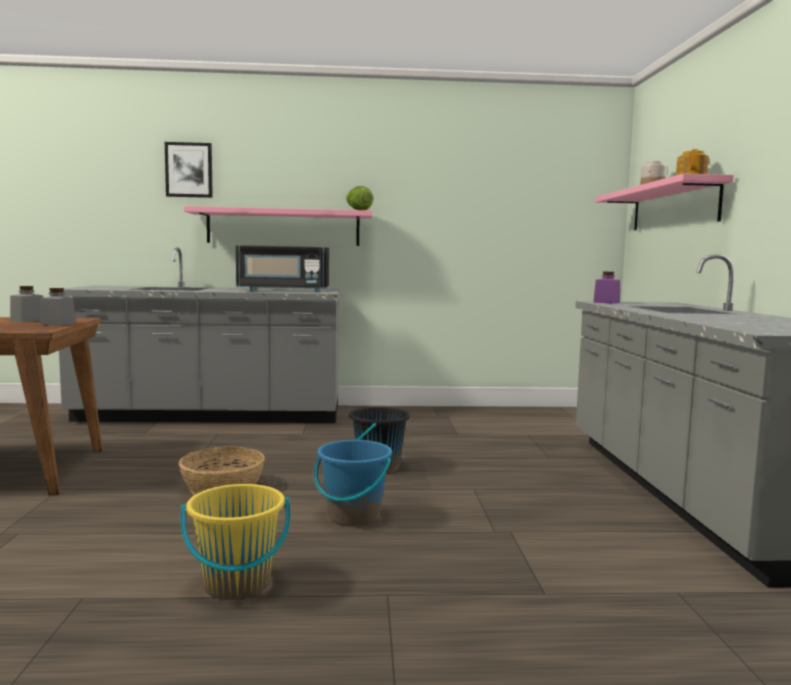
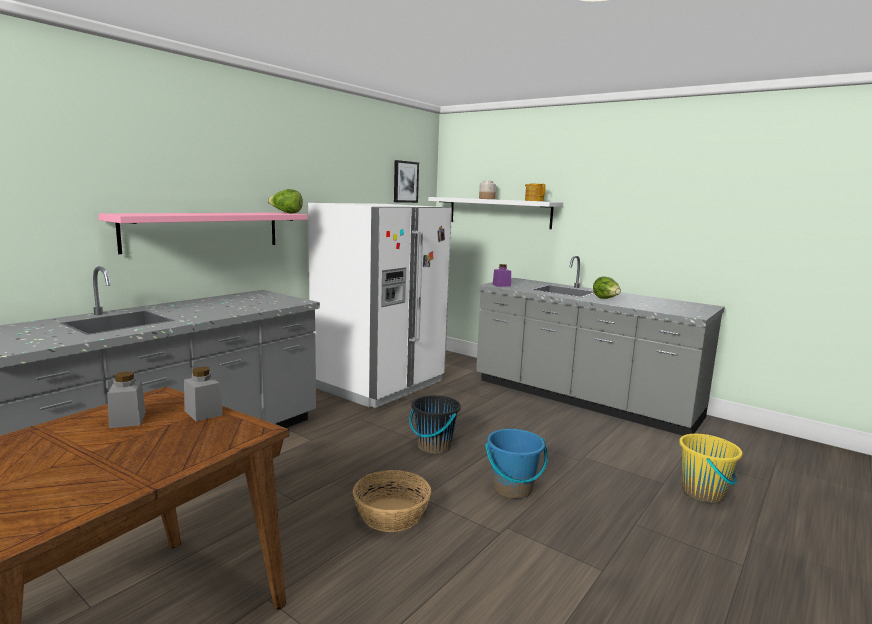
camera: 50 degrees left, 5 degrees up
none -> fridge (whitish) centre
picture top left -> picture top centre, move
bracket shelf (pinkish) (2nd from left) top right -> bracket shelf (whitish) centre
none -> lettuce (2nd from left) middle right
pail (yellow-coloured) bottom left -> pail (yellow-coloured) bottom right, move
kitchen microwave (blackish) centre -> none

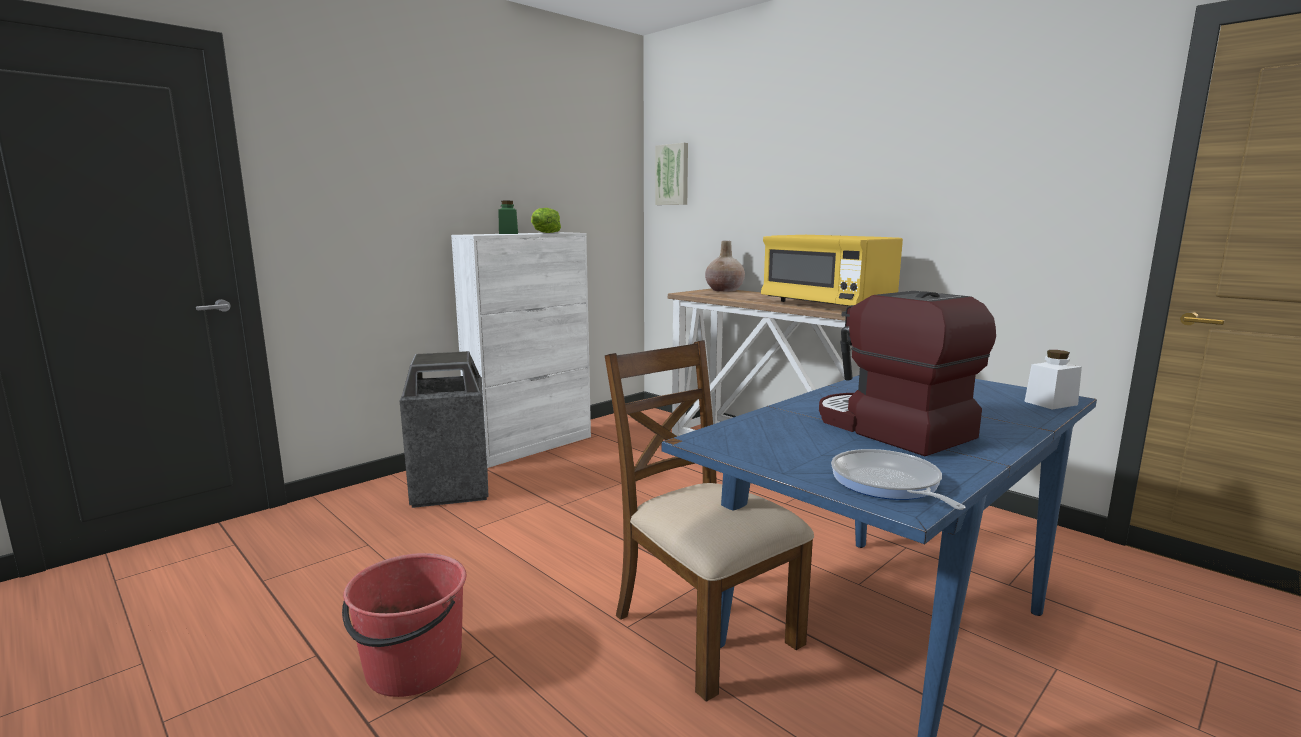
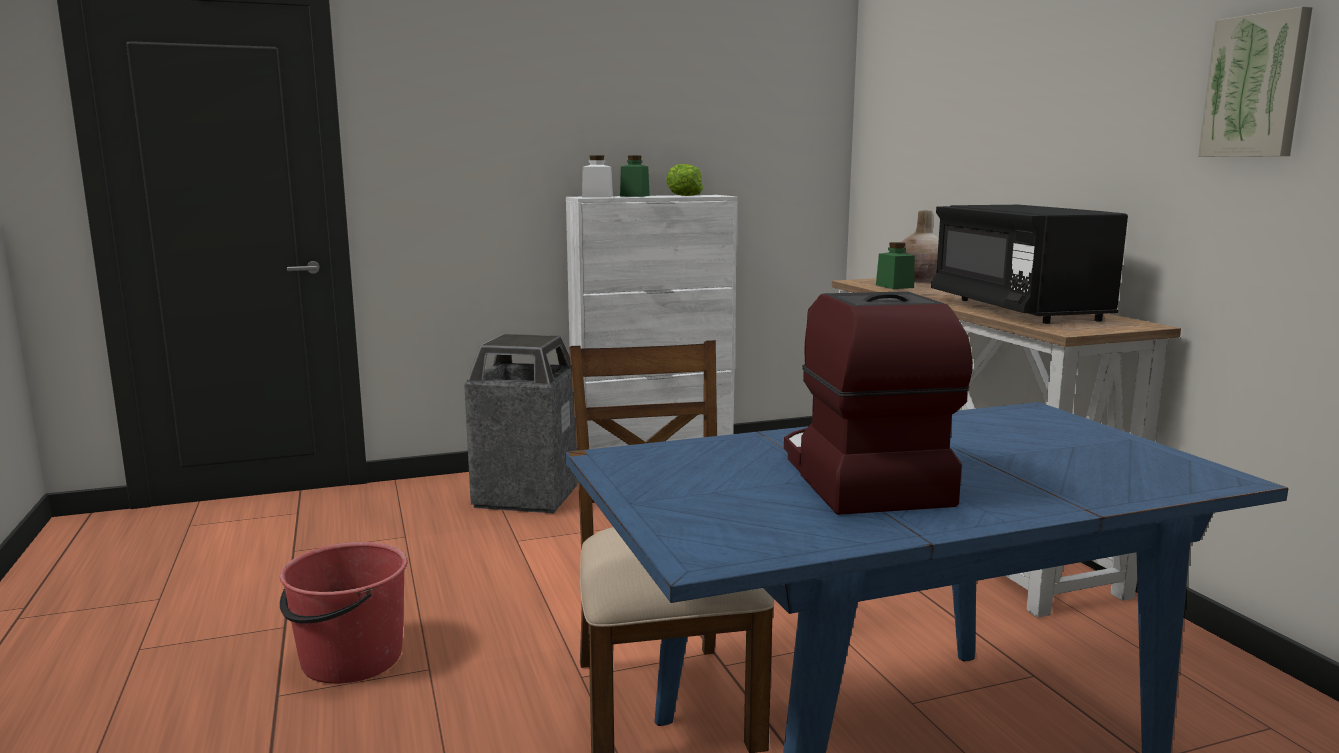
camera: 25 degrees right, 0 degrees up
jar (whitish) middle right -> jar (whitish) top centre, move
none -> jar (green) (2nd from left) middle right
kitchen microwave (yellow-coloured) centre -> kitchen microwave (blackish) middle right
picture top centre -> picture top right, move
pan middle right -> none

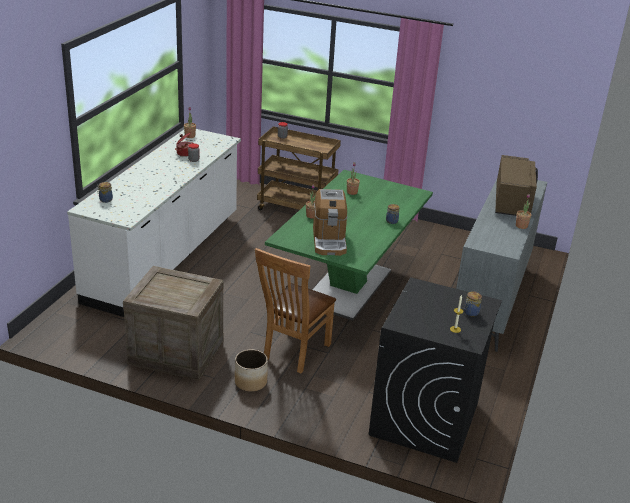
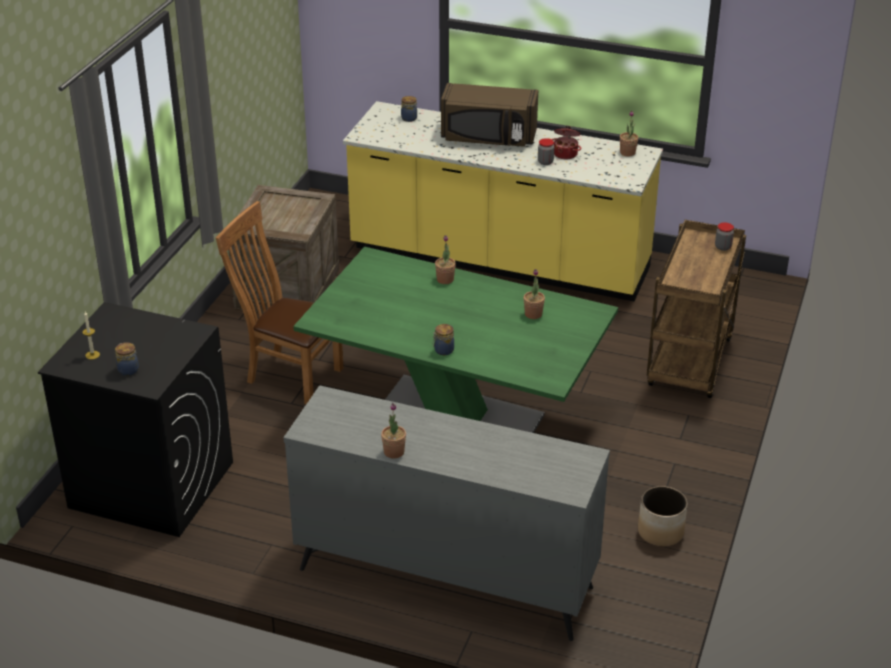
camera: 90 degrees right, 5 degrees up
counter (whitish) middle left -> counter (yellow-coloured) top centre
kitchen microwave (brown) middle right -> kitchen microwave (brown) top centre, move
plant pot bottom centre -> plant pot bottom right, move
coffee machine centre -> none

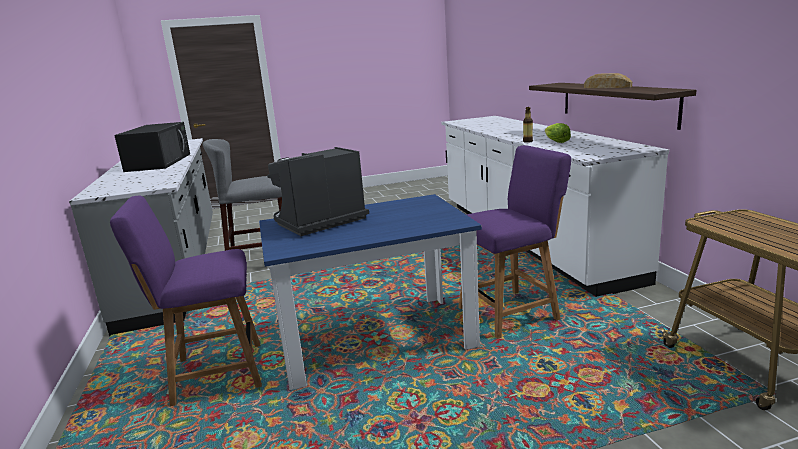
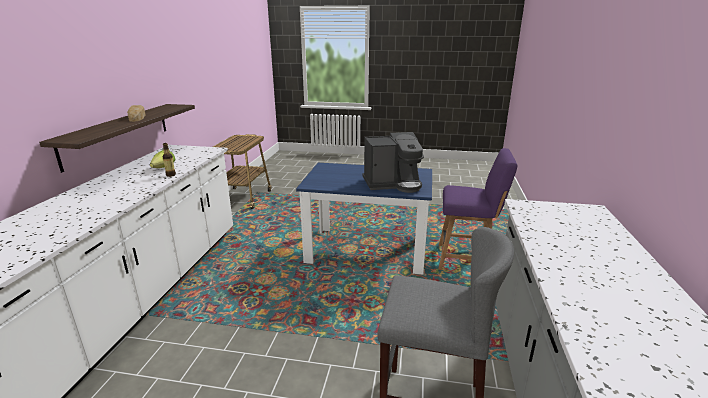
camera: 155 degrees left, 5 degrees up
kitchen microwave (blackish) top left -> none
plain chair (purple-coloured) (2nd from left) centre -> none

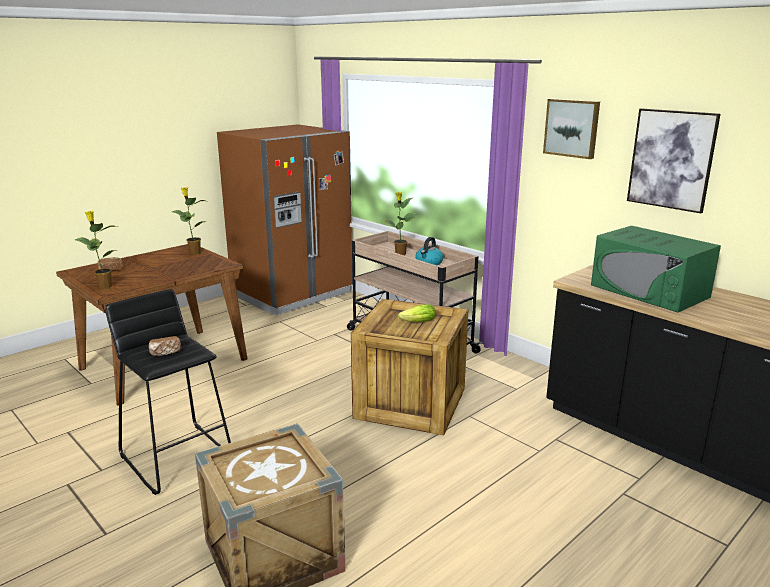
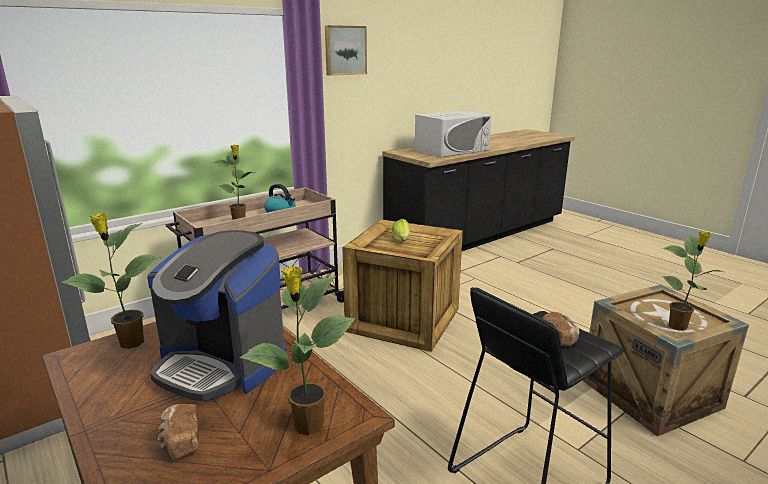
camera: 85 degrees left, 0 degrees up
none -> coffee machine middle left
kitchen microwave (green) middle right -> kitchen microwave (whitish) top centre
none -> houseplant (4th from left) middle right
picture (2nd from left) top right -> none

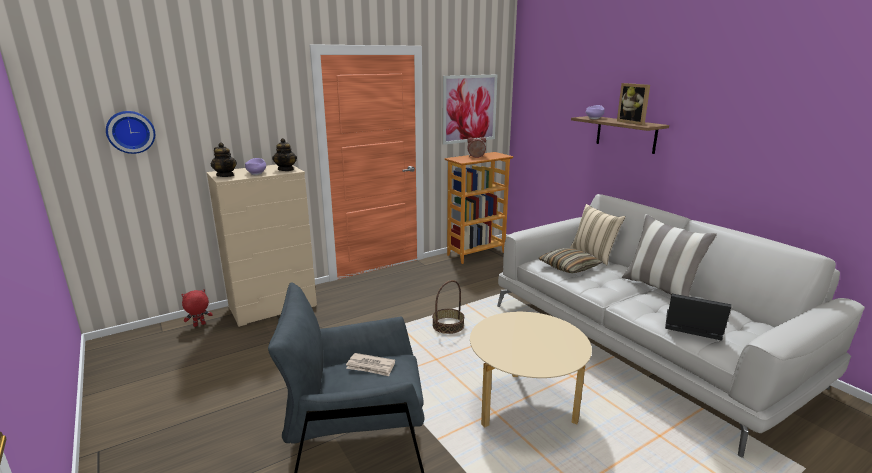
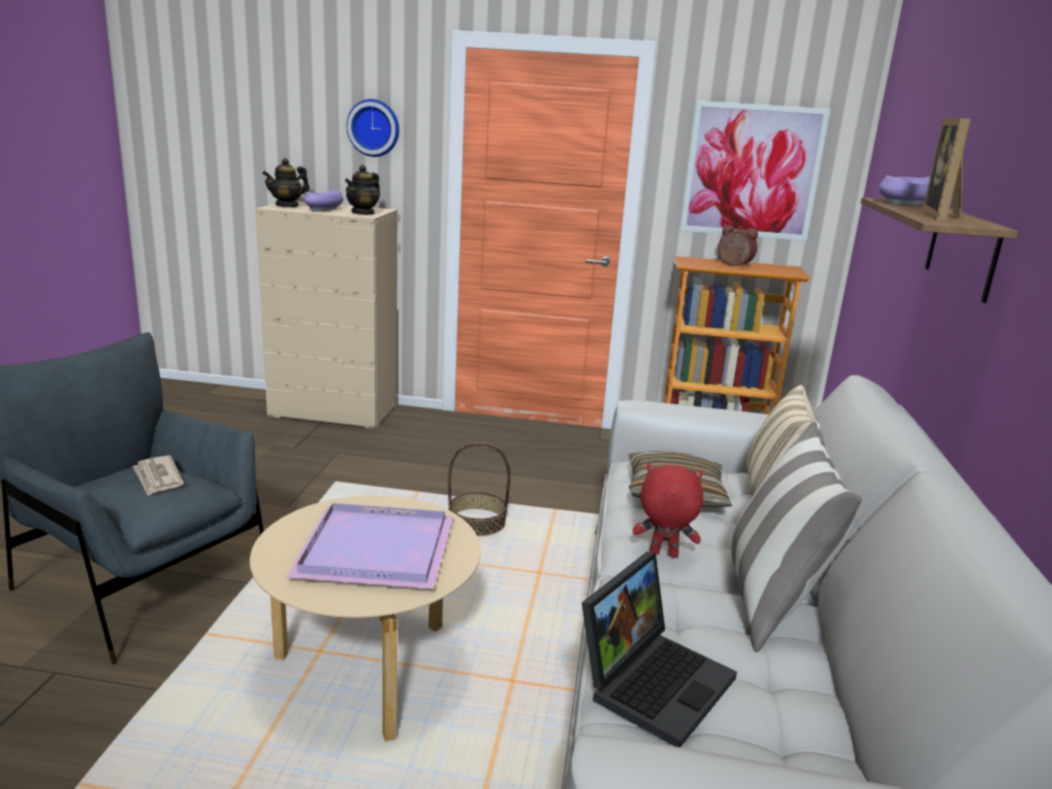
camera: 40 degrees right, 0 degrees up
teapot (1st from left) middle left -> teapot (1st from left) top left, 45 degrees clockwise
none -> carrying tray (purple-coloured) bottom centre
hanging clock top left -> hanging clock top centre, move
portable computer bottom right -> portable computer bottom centre, 60 degrees clockwise
soft toy (red) middle left -> soft toy (red) centre, move

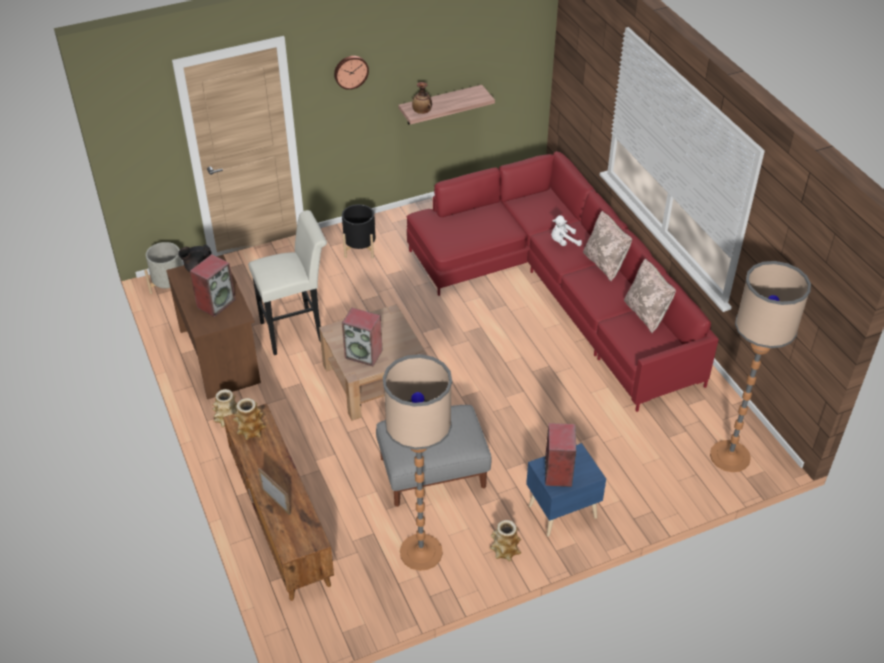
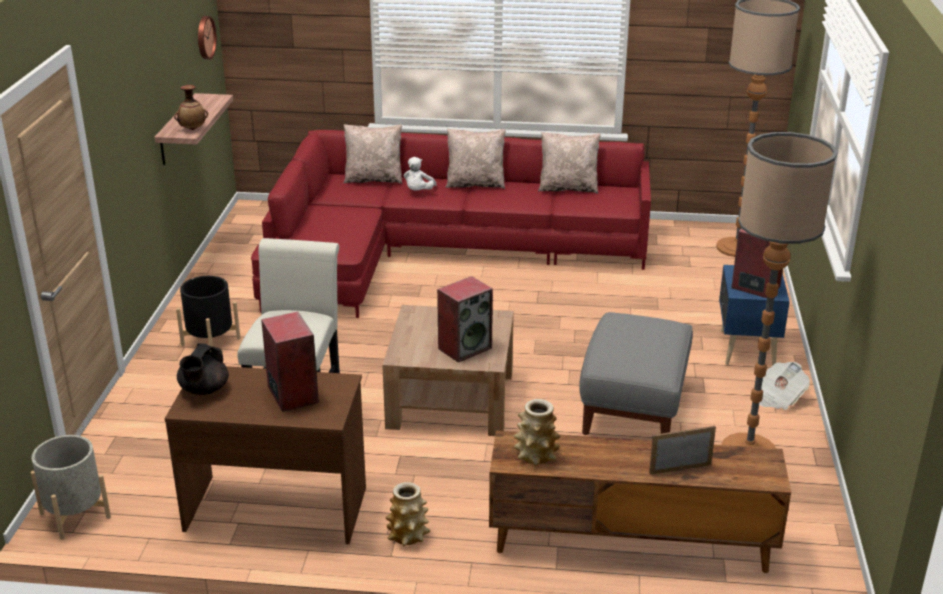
camera: 60 degrees left, 15 degrees down
hanging clock top centre -> hanging clock top left, move
none -> cushion (beige) (1st from left) top centre
vase (4th from left) bottom centre -> newspaper middle right

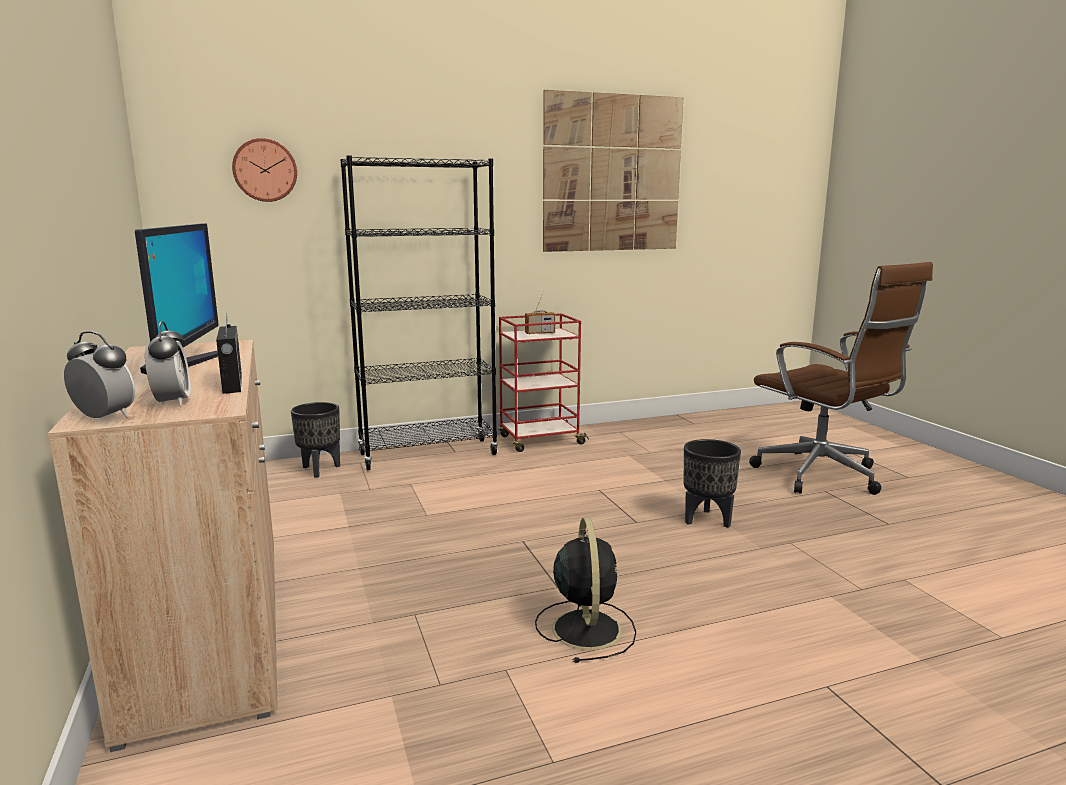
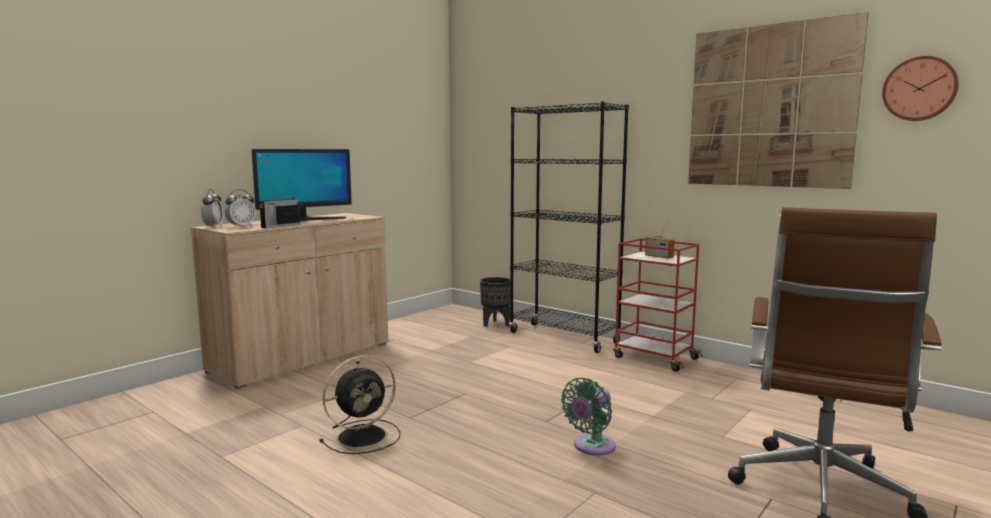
camera: 60 degrees right, 5 degrees down
plant pot (blackish) (2nd from left) middle right -> fan (green) bottom centre
hanging clock top left -> hanging clock top right, move

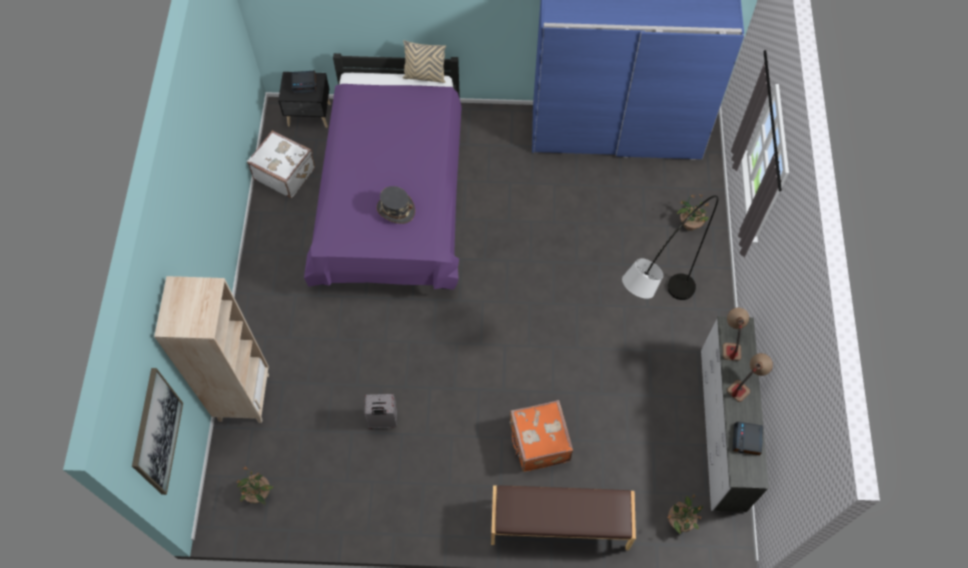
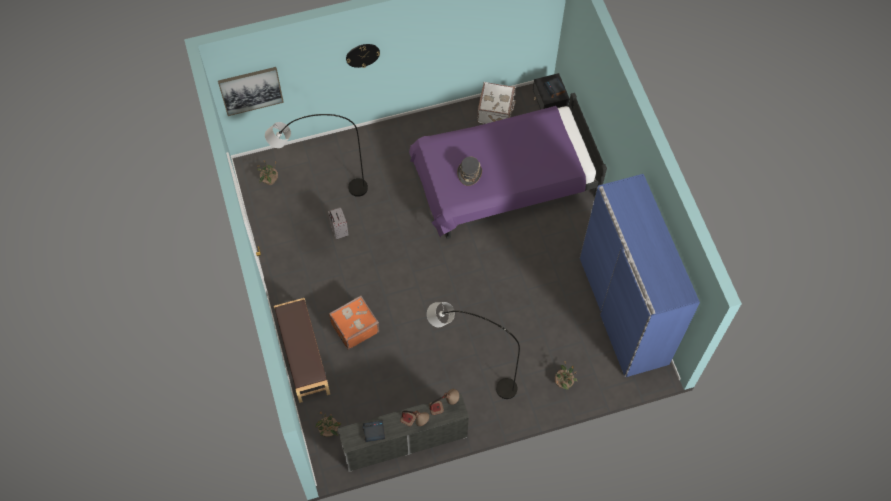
camera: 70 degrees right, 0 degrees up
none -> standing lamp (gray) (1st from left) top centre
none -> hanging clock top centre
bookcase (beige) middle left -> none
cushion (beige) top centre -> none

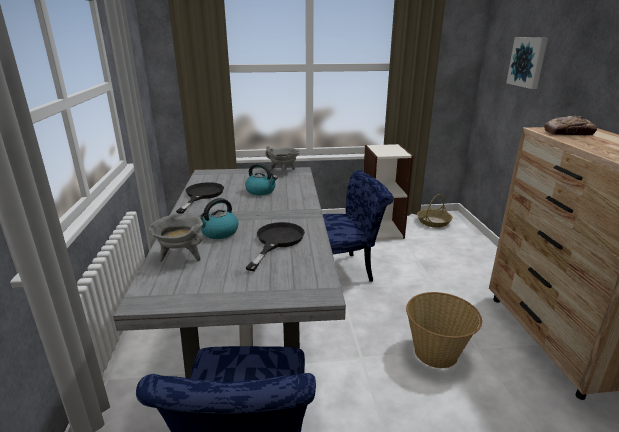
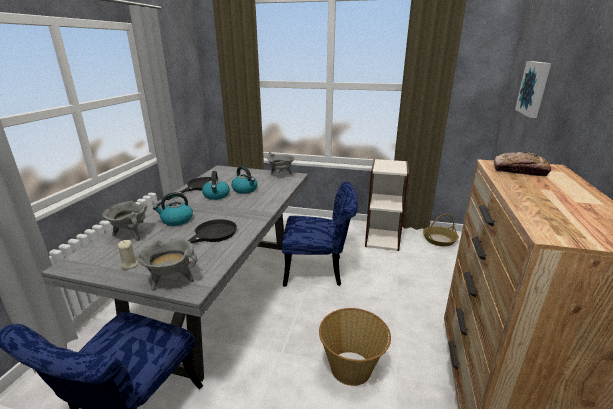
camera: 20 degrees right, 0 degrees up
none -> candle (beige) middle left
none -> cooking pot (gray) (2nd from left) middle left
none -> tea kettle (2nd from left) centre

